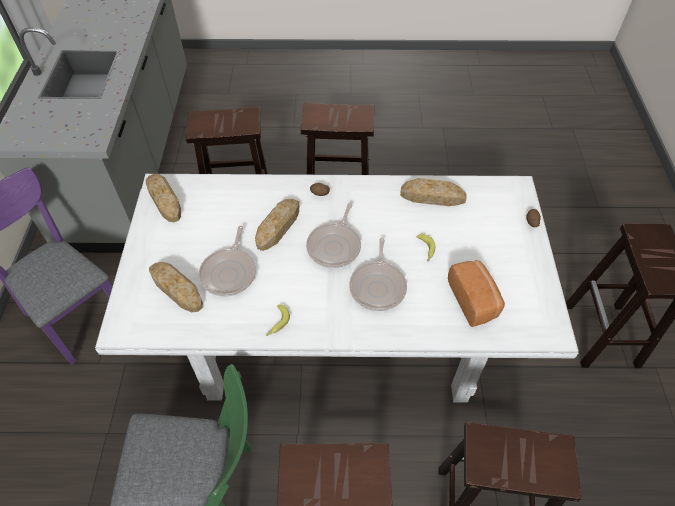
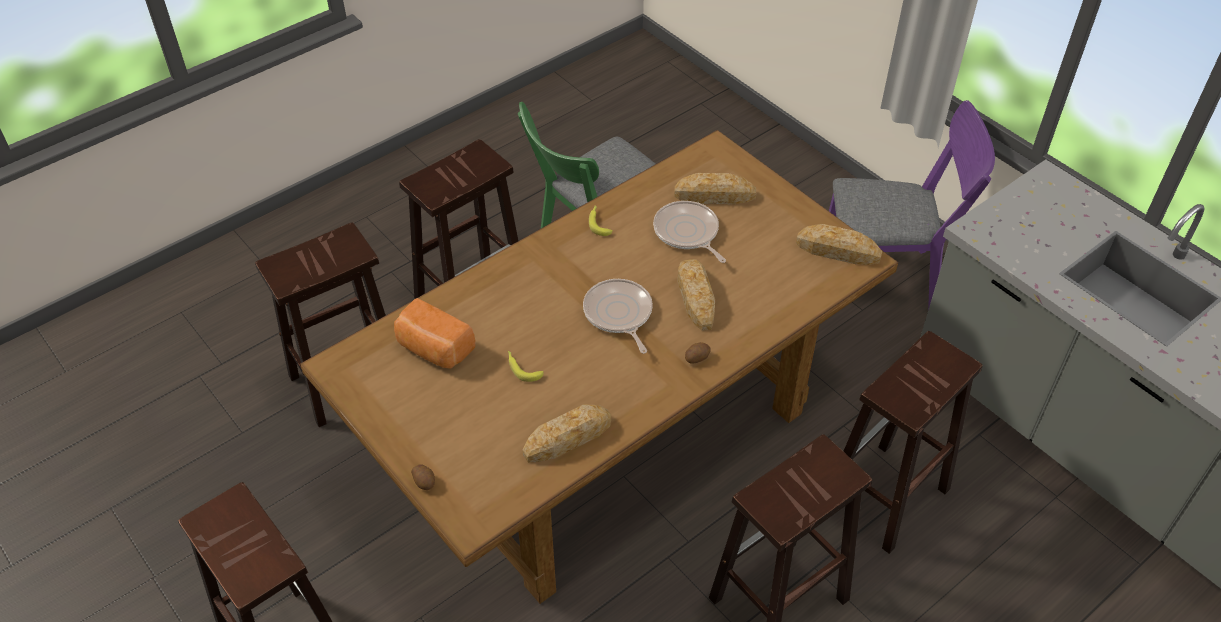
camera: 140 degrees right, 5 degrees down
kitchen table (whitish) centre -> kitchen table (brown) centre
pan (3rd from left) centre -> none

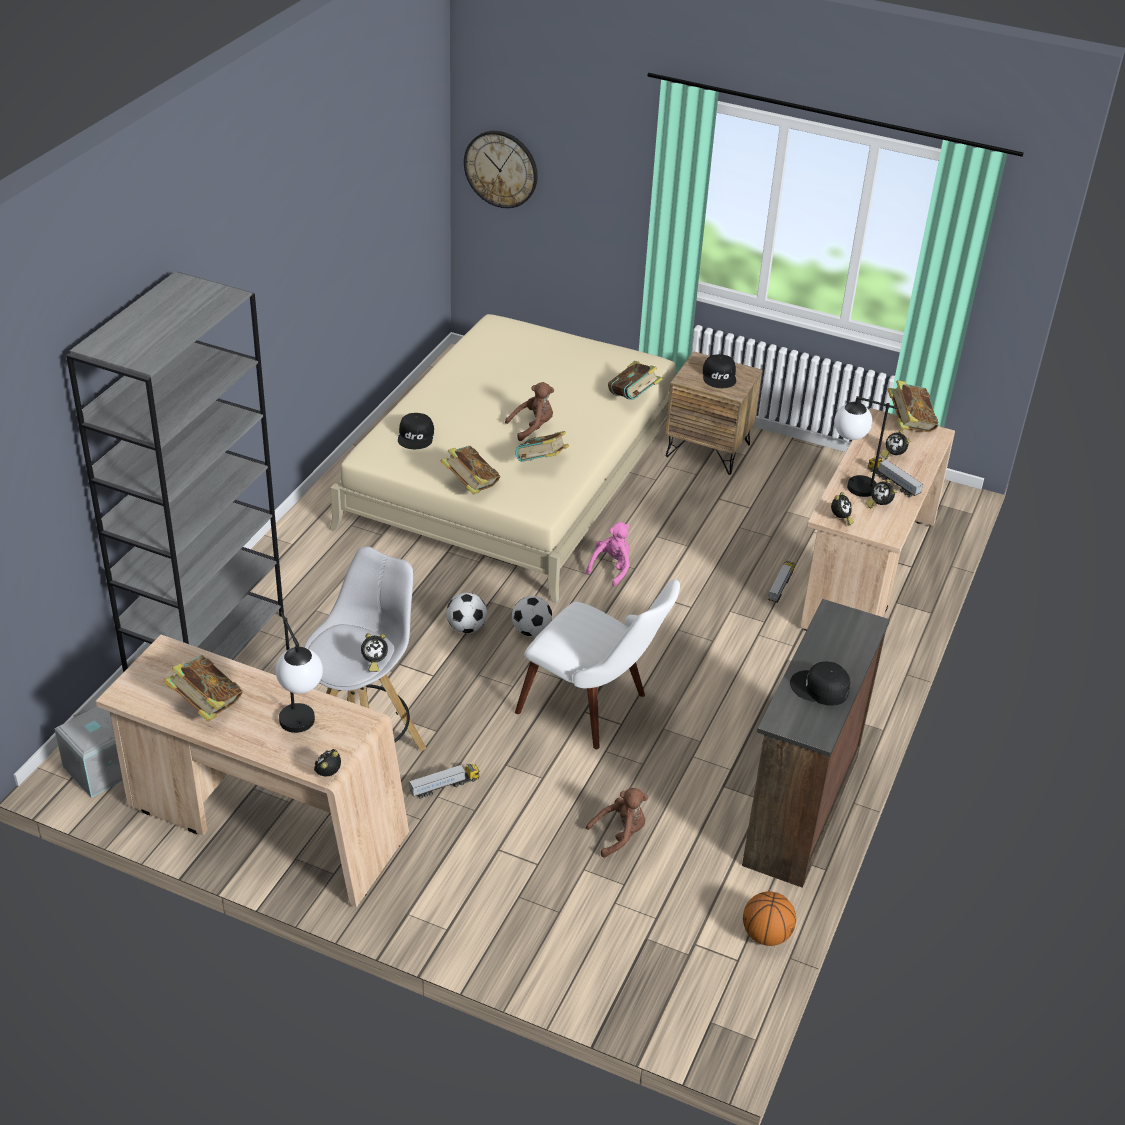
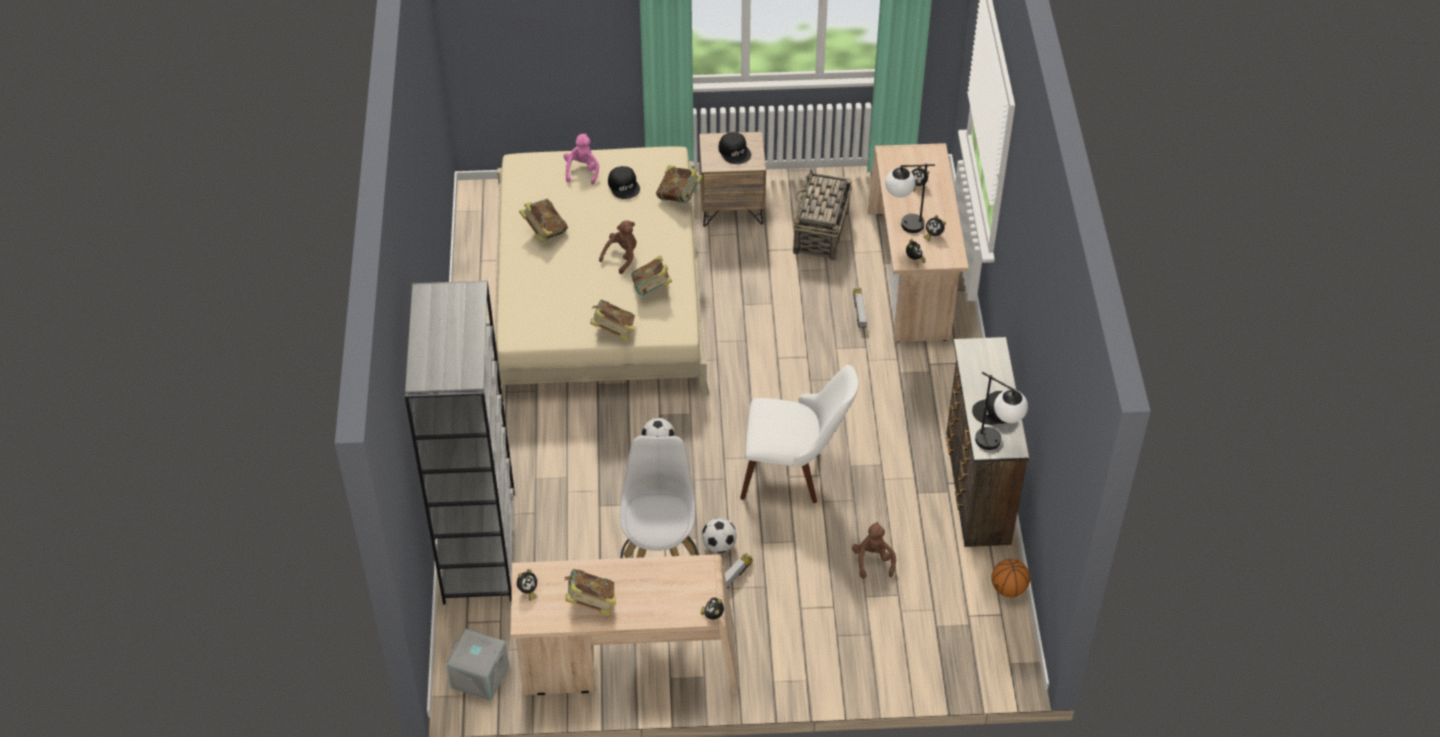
camera: 25 degrees left, 10 degrees up
bedside clock (2nd from left in the first image) middle left -> bedside clock (1st from left) bottom centre, move
book (5th from left in the first image) middle right -> book (1st from left) top centre, move
soft toy (pinkish) centre -> soft toy (pinkish) top centre, move
baseball cap (blackish) (1st from left) centre -> baseball cap (blackish) (1st from left) top centre, move
football ball (2nd from left) centre -> football ball (2nd from left) bottom centre, move
none -> storage basket top centre
soft toy (brown) (2nd from left) bottom centre, 45 degrees counterclockwise
table lamp (1st from left in the first image) middle left -> table lamp (2nd from left) middle right, move
hanging clock top centre -> none
model truck (3rd from left) middle right -> none

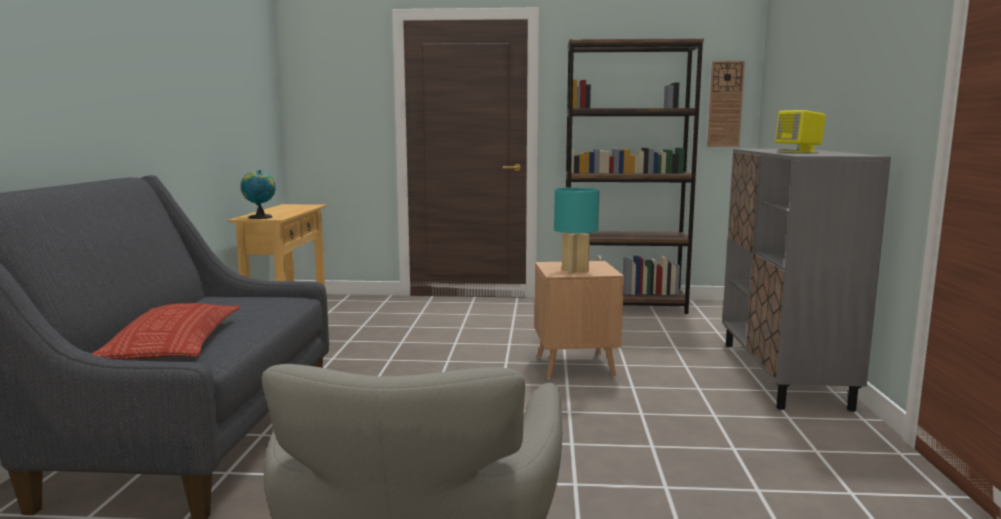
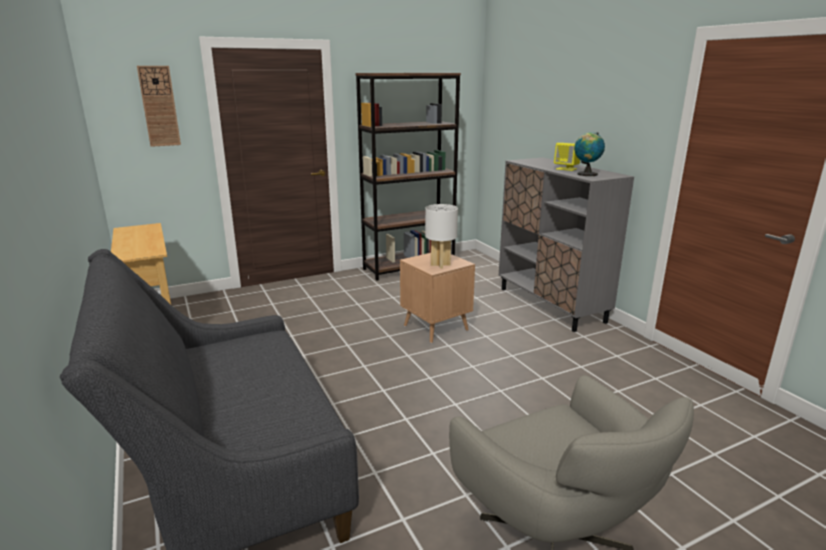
camera: 30 degrees left, 10 degrees up
hanging clock top right -> hanging clock top left, move
table lamp (turquoise) centre -> table lamp (whitish) centre
world globe middle left -> world globe top right, move
cushion middle left -> none

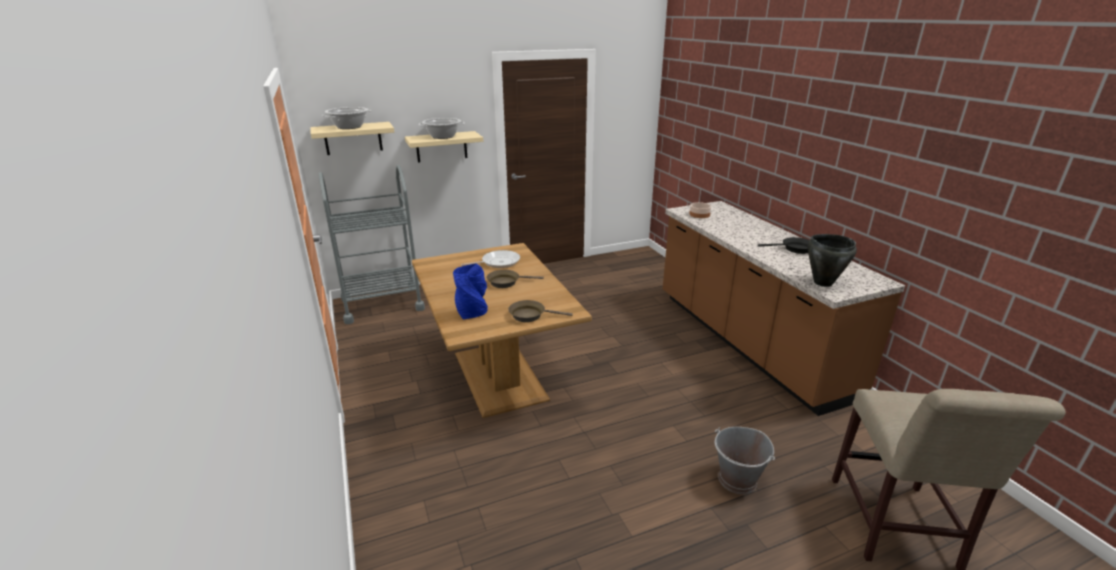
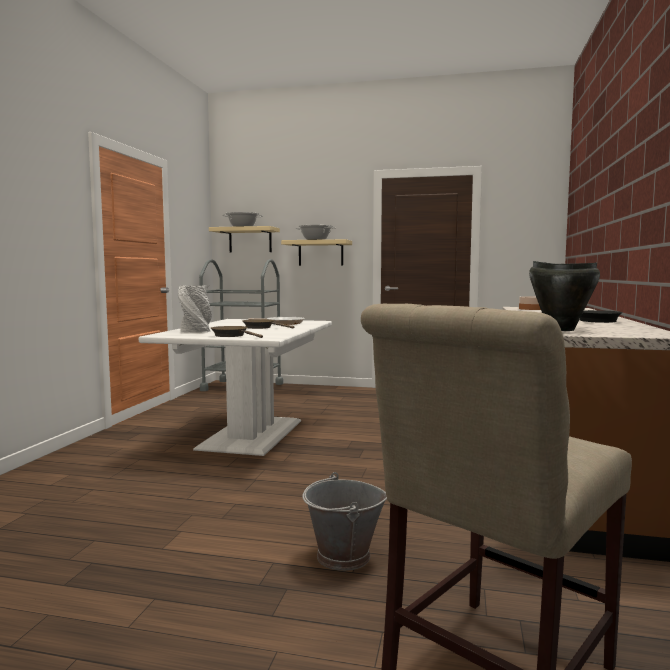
camera: 35 degrees right, 20 degrees down
kitchen table (brown) centre -> kitchen table (whitish) centre
vase (blue-coloured) centre -> vase (gray) middle left

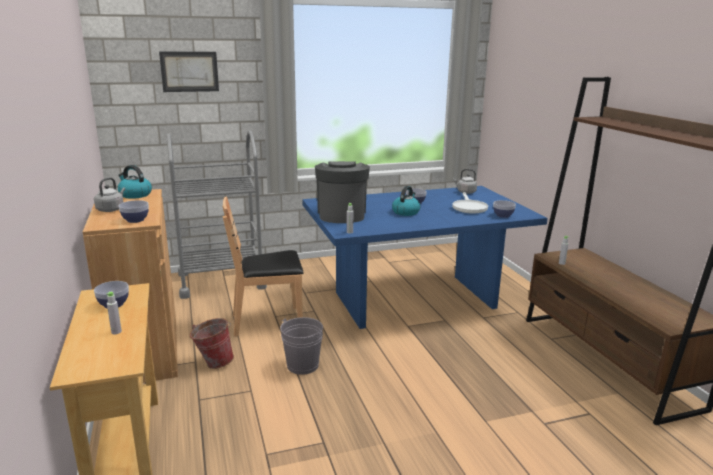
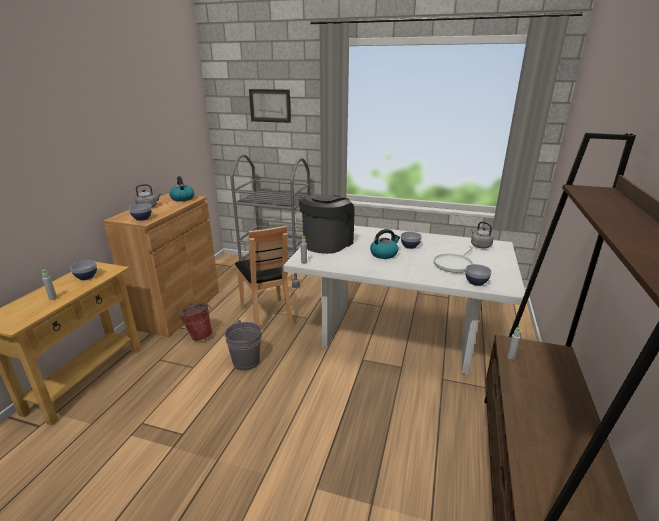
camera: 35 degrees right, 5 degrees up
plain chair (brown) centre, 135 degrees counterclockwise
kitchen table (blue-coloured) centre -> kitchen table (whitish) centre

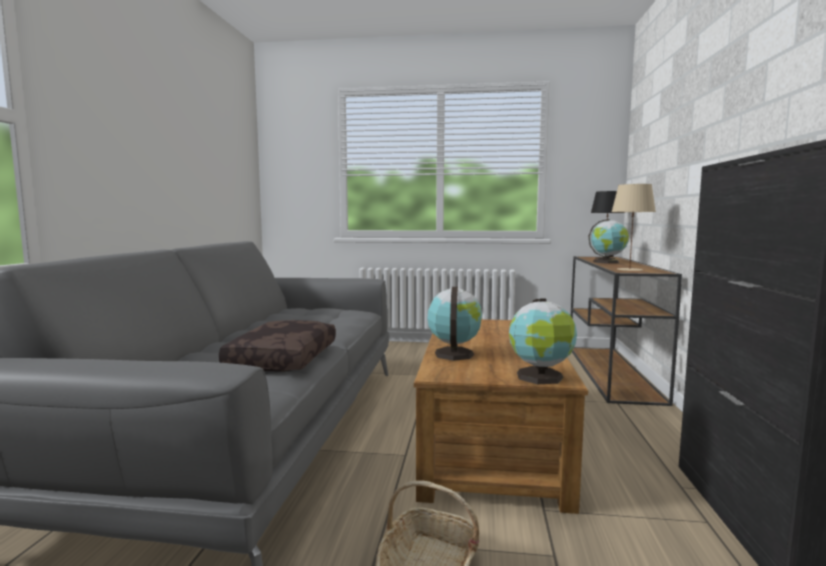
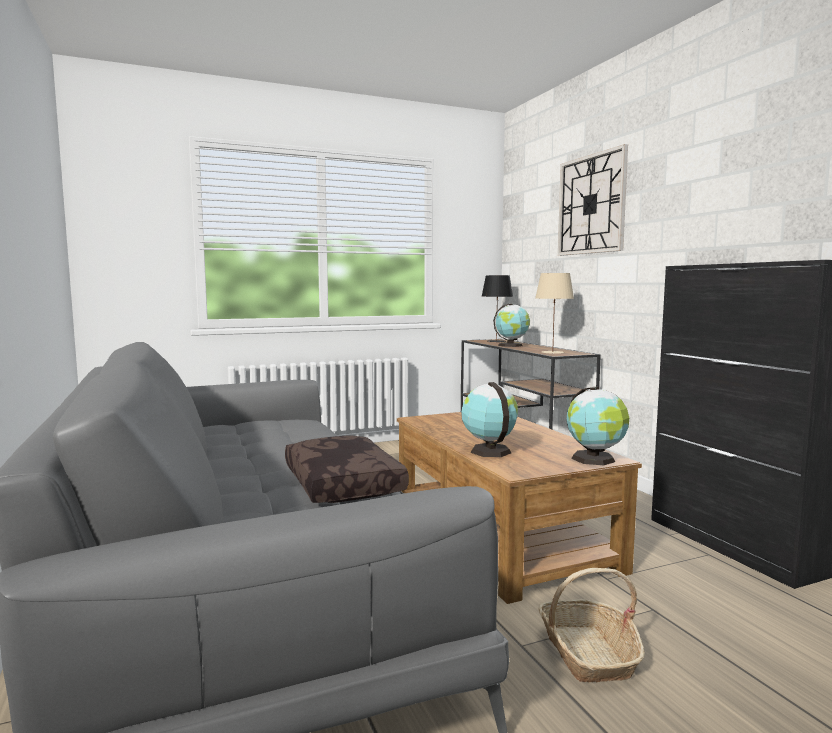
camera: 30 degrees left, 0 degrees up
none -> hanging clock top right

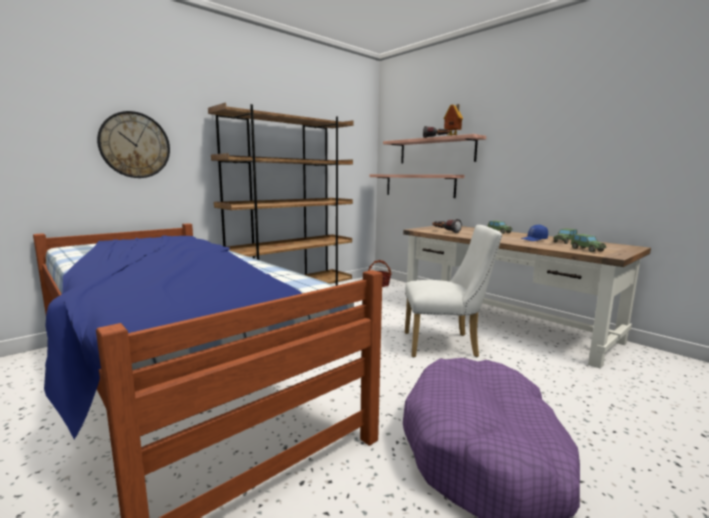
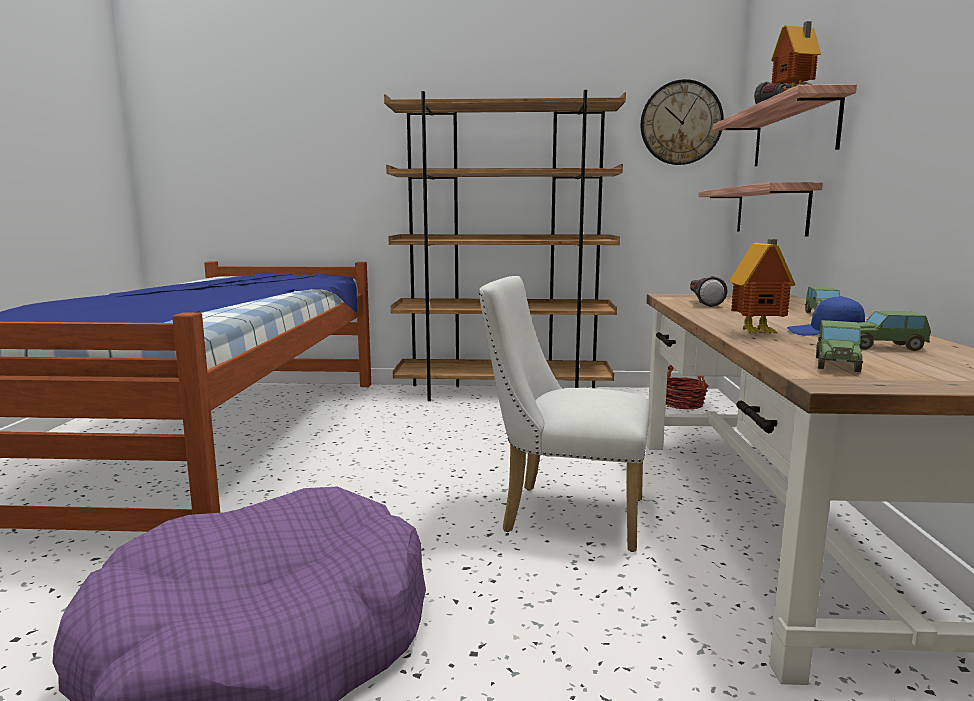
camera: 45 degrees right, 0 degrees up
plain chair (whitish) centre, 150 degrees clockwise
hanging clock top left -> hanging clock top right, move
none -> toy house (1st from left) middle right

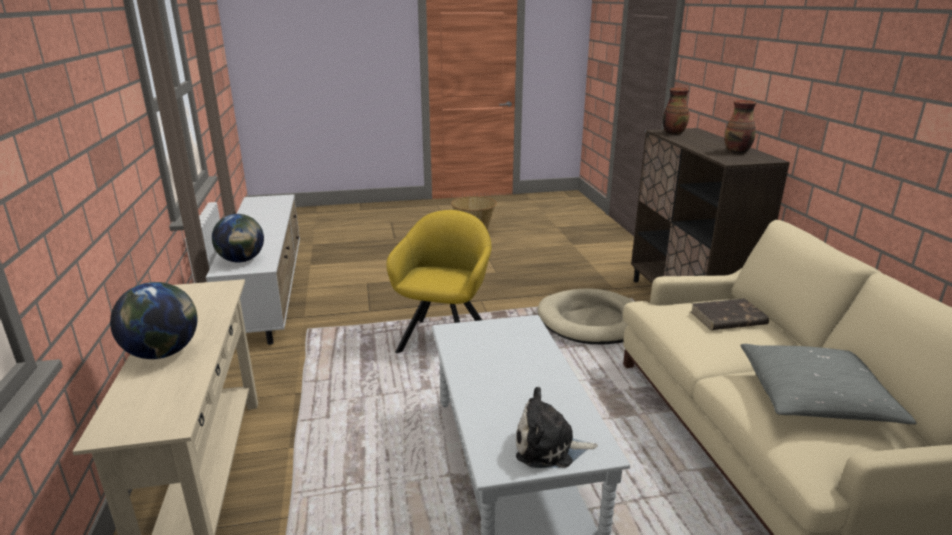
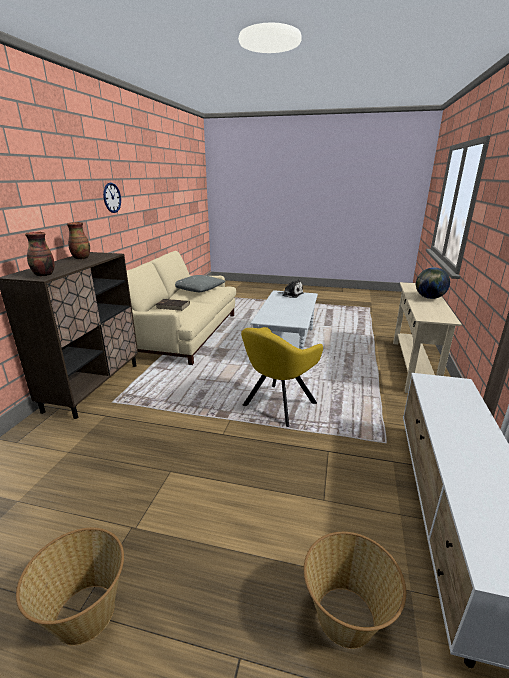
camera: 155 degrees left, 0 degrees up
none -> hanging clock top left
none -> storage basket (2nd from left) bottom right
world globe (2nd from left) middle left -> none
pet bed (beige) centre -> none

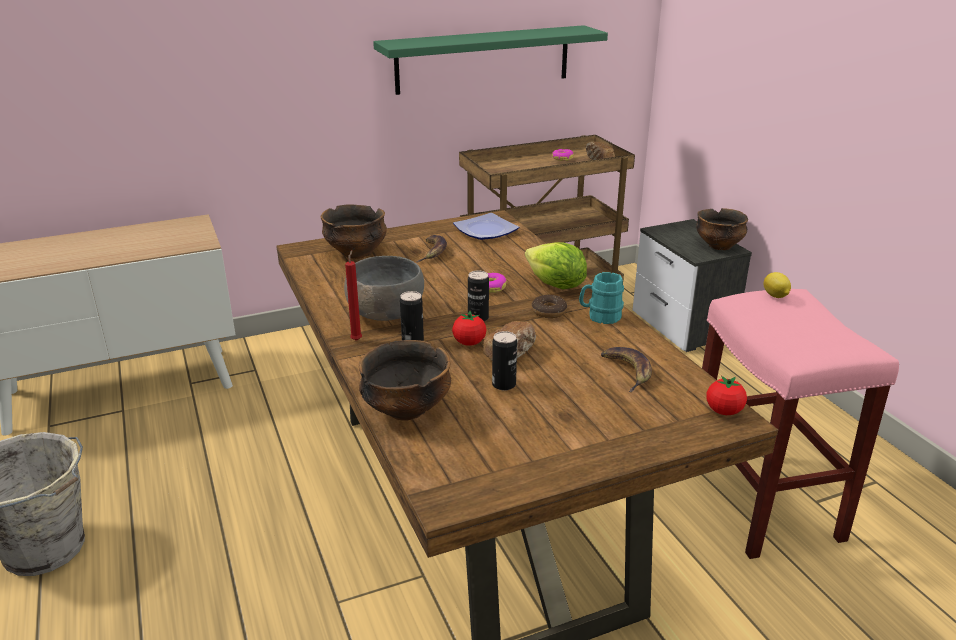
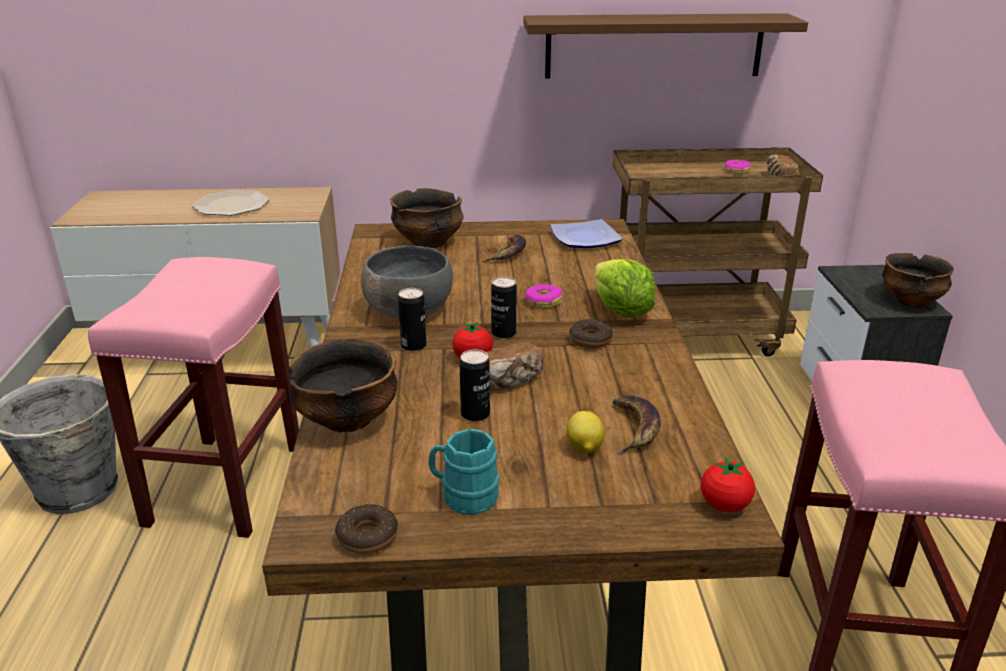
camera: 20 degrees right, 0 degrees up
none -> stool seat (pinkish) (1st from left) middle left
none -> flat dish (1st from left) top left
none -> ring doughnut (1st from left) bottom centre
coffee mug (turquoise) centre -> coffee mug (turquoise) bottom centre, move
bracket shelf (green) top centre -> bracket shelf (brown) top centre
lemon middle right -> lemon centre, move
candle (red) centre -> none

